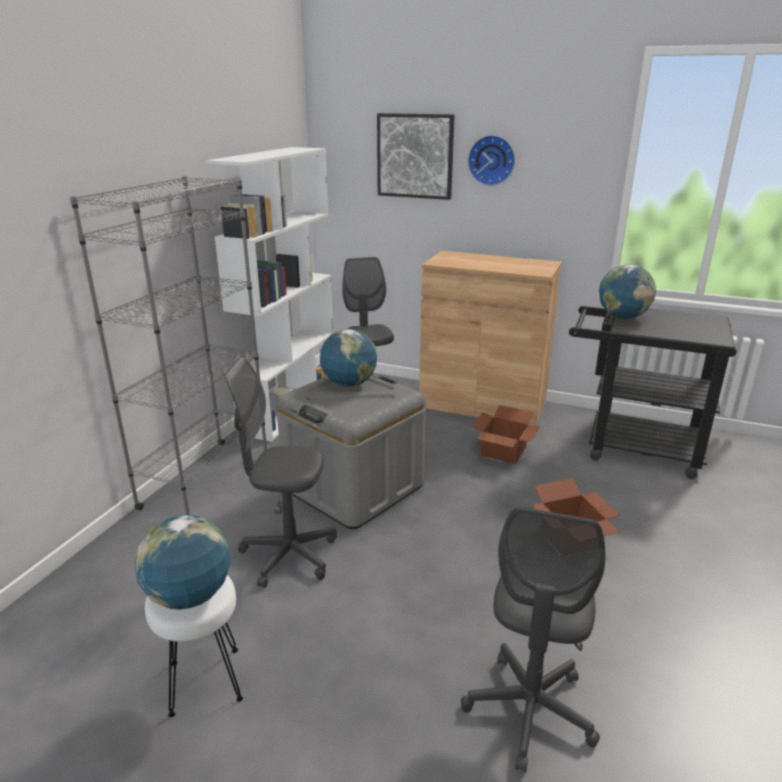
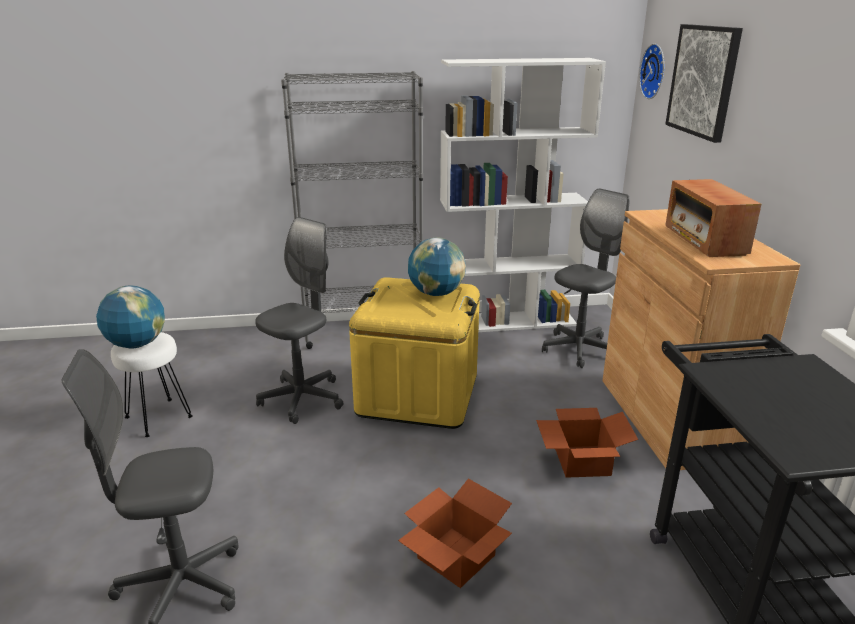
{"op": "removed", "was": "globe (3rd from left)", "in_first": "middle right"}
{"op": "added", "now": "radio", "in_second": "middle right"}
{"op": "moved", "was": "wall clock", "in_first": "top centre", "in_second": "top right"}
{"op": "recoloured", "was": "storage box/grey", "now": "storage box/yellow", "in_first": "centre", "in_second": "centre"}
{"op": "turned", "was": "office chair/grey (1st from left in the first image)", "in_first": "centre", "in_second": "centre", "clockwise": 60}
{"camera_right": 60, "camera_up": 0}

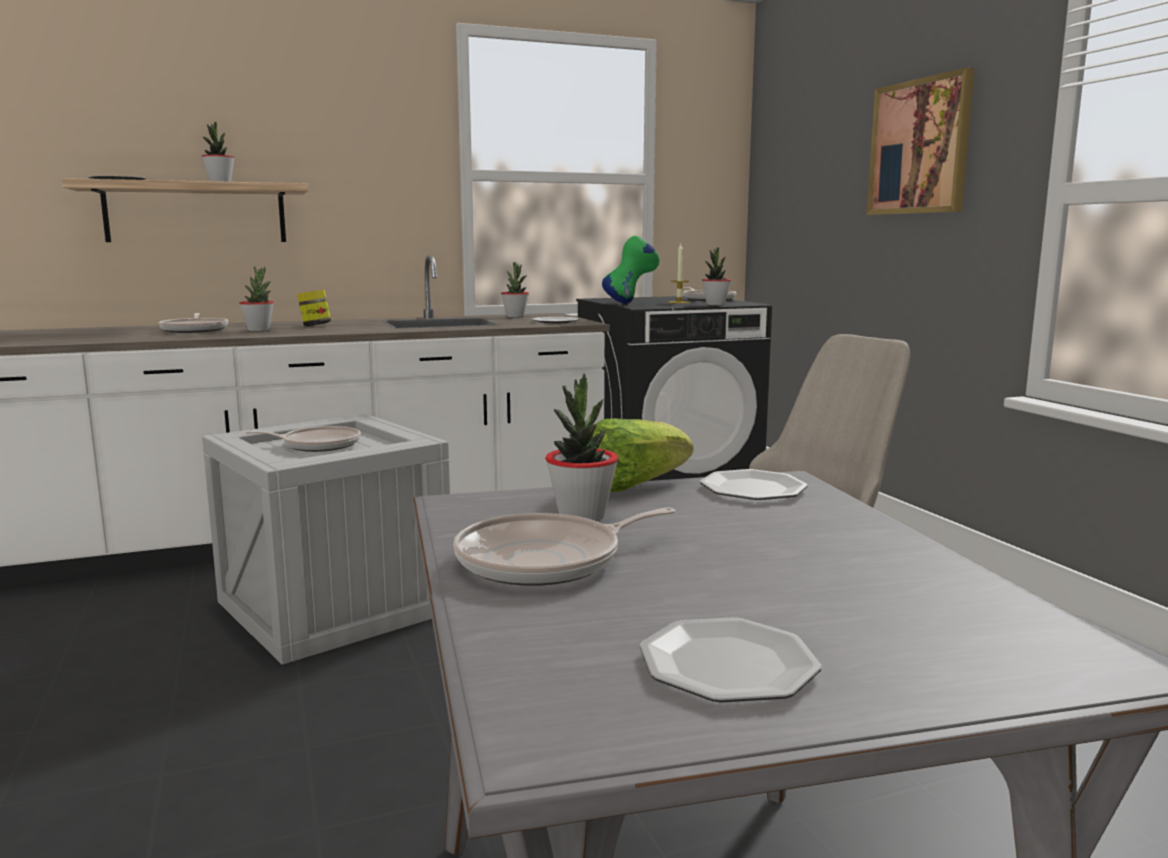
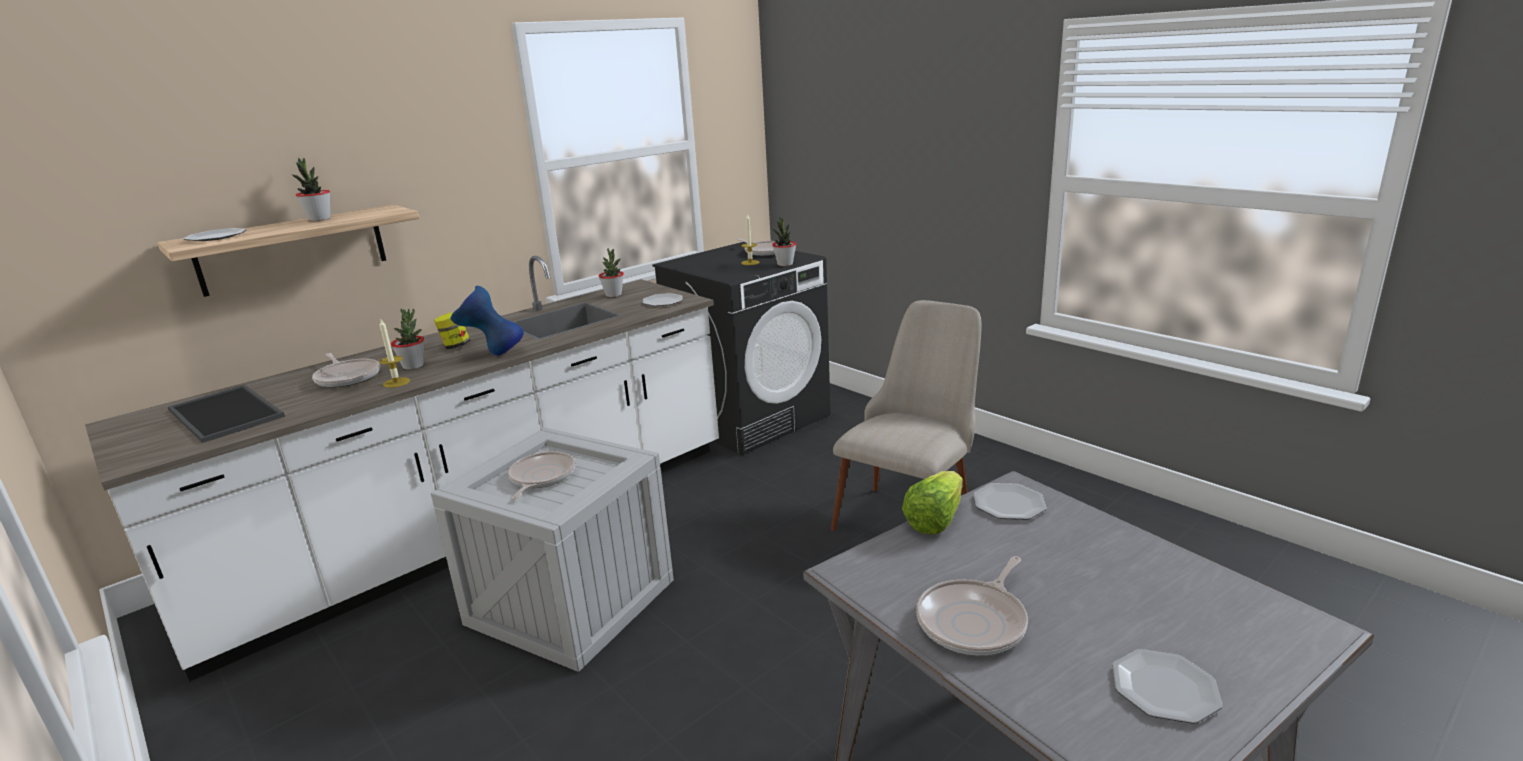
{"op": "removed", "was": "potted plant (4th from left)", "in_first": "centre"}
{"op": "removed", "was": "vase/green", "in_first": "top centre"}
{"op": "removed", "was": "picture", "in_first": "top right"}
{"op": "added", "now": "tray", "in_second": "middle left"}
{"op": "added", "now": "candle (1st from left)", "in_second": "middle left"}
{"op": "added", "now": "vase/blue", "in_second": "middle left"}
{"op": "turned", "was": "frying pan (2nd from left)", "in_first": "middle left", "in_second": "centre", "clockwise": -60}
{"camera_right": -20, "camera_up": 10}

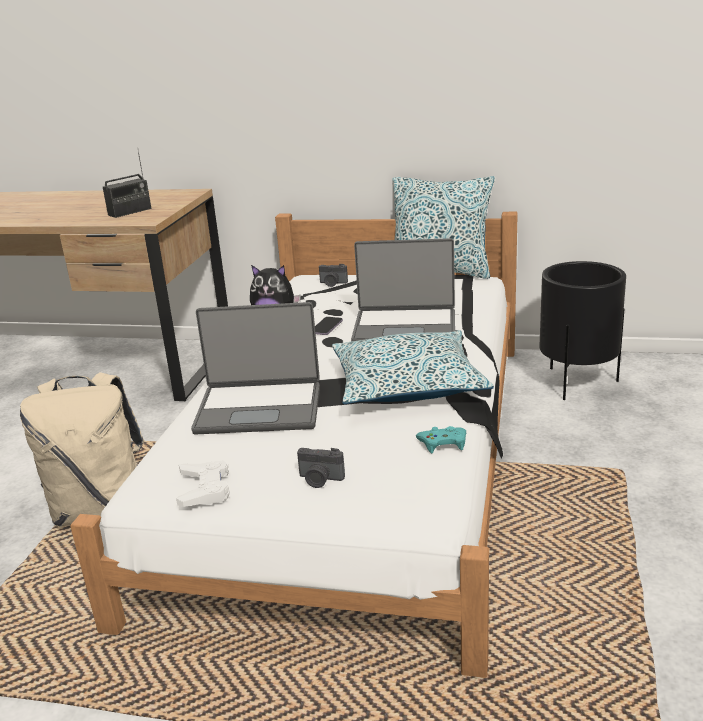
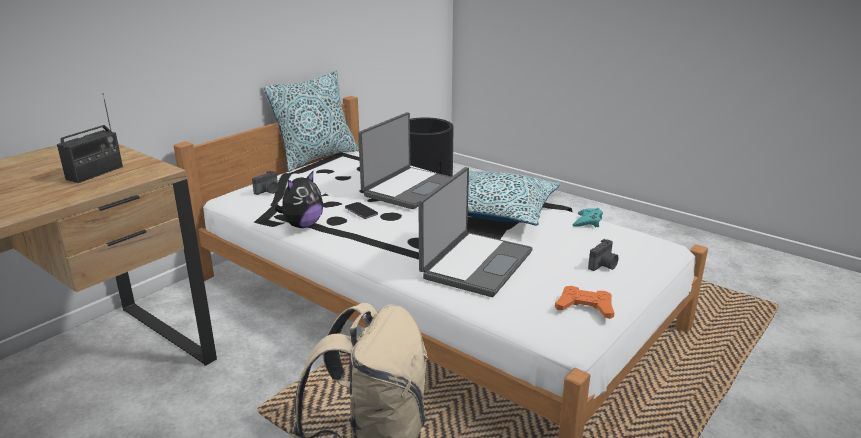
{"op": "recoloured", "was": "game controller/white", "now": "game controller/orange", "in_first": "bottom left", "in_second": "bottom right"}
{"op": "turned", "was": "radio", "in_first": "top left", "in_second": "top left", "clockwise": 45}
{"camera_right": -65, "camera_up": 0}

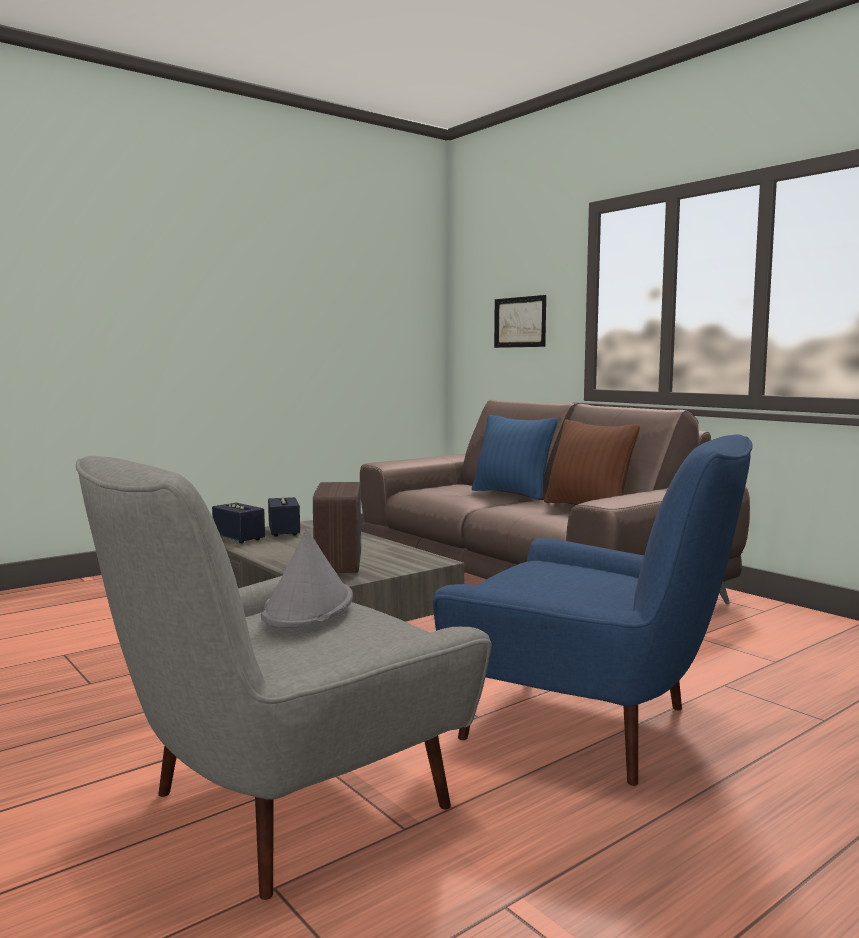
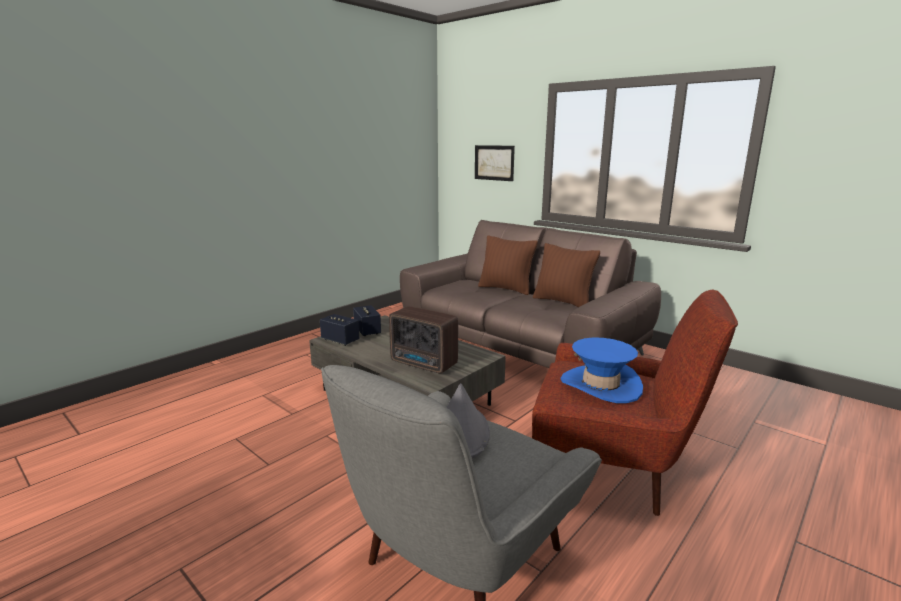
{"op": "added", "now": "hat/blue", "in_second": "middle right"}
{"op": "recoloured", "was": "armchair/blue", "now": "armchair/red", "in_first": "middle right", "in_second": "bottom right"}
{"op": "recoloured", "was": "pillow/blue", "now": "pillow/brown (1st from left)", "in_first": "centre", "in_second": "centre"}
{"op": "turned", "was": "radio", "in_first": "centre", "in_second": "centre", "clockwise": -45}
{"camera_right": -10, "camera_up": 10}

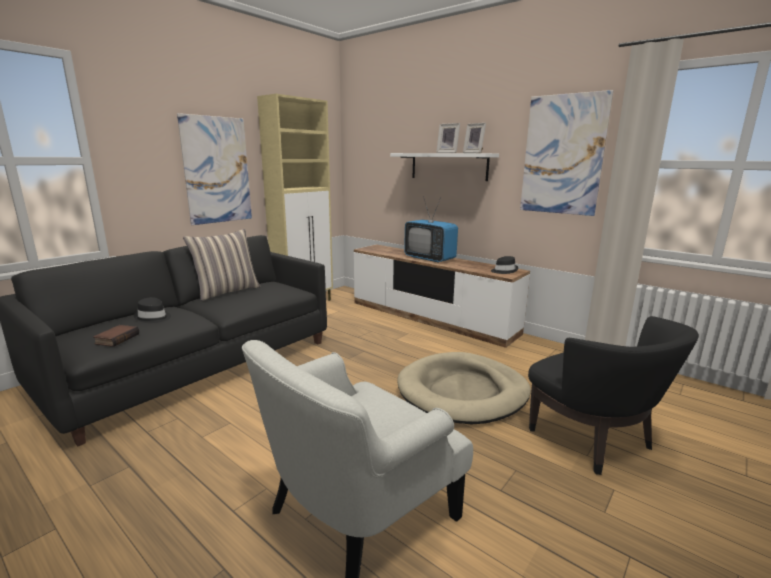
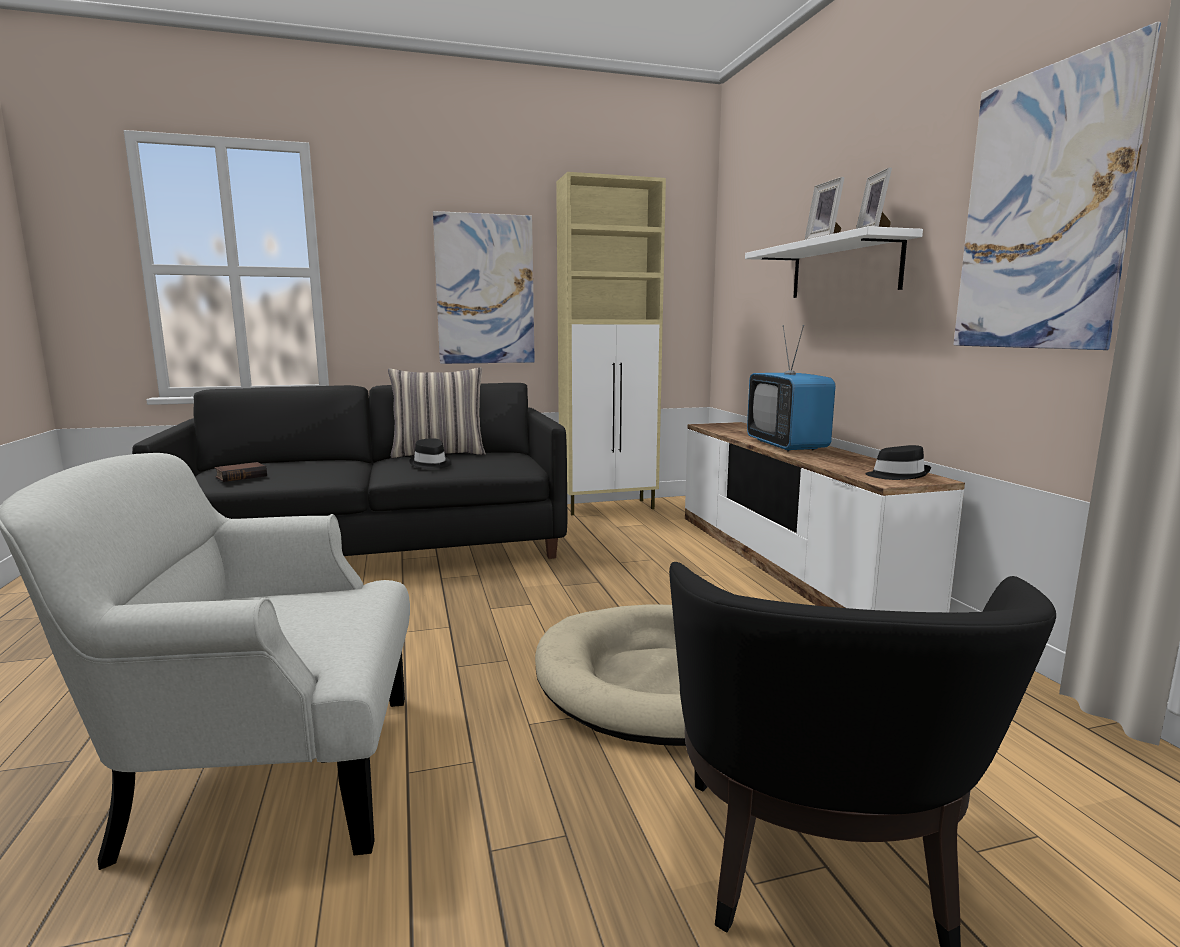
{"op": "moved", "was": "hat/black (1st from left)", "in_first": "middle left", "in_second": "centre"}
{"camera_right": 35, "camera_up": -5}

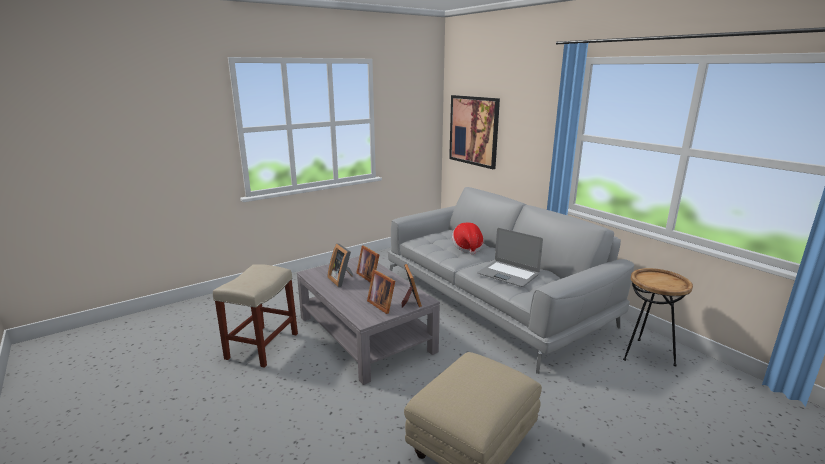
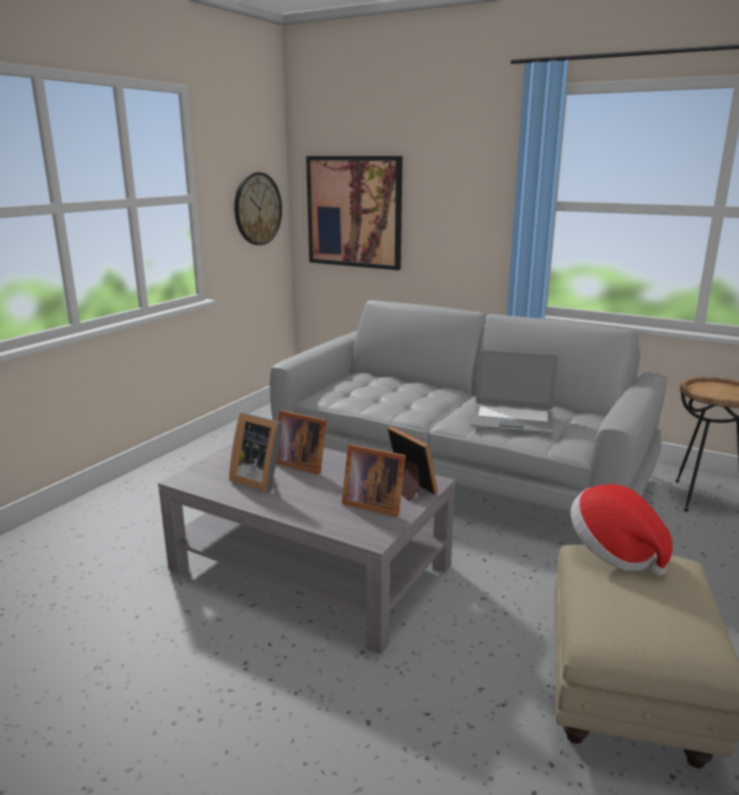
{"op": "removed", "was": "stool/beige", "in_first": "bottom left"}
{"op": "added", "now": "wall clock", "in_second": "top centre"}
{"op": "moved", "was": "hat", "in_first": "centre", "in_second": "bottom right"}
{"camera_right": -25, "camera_up": 0}

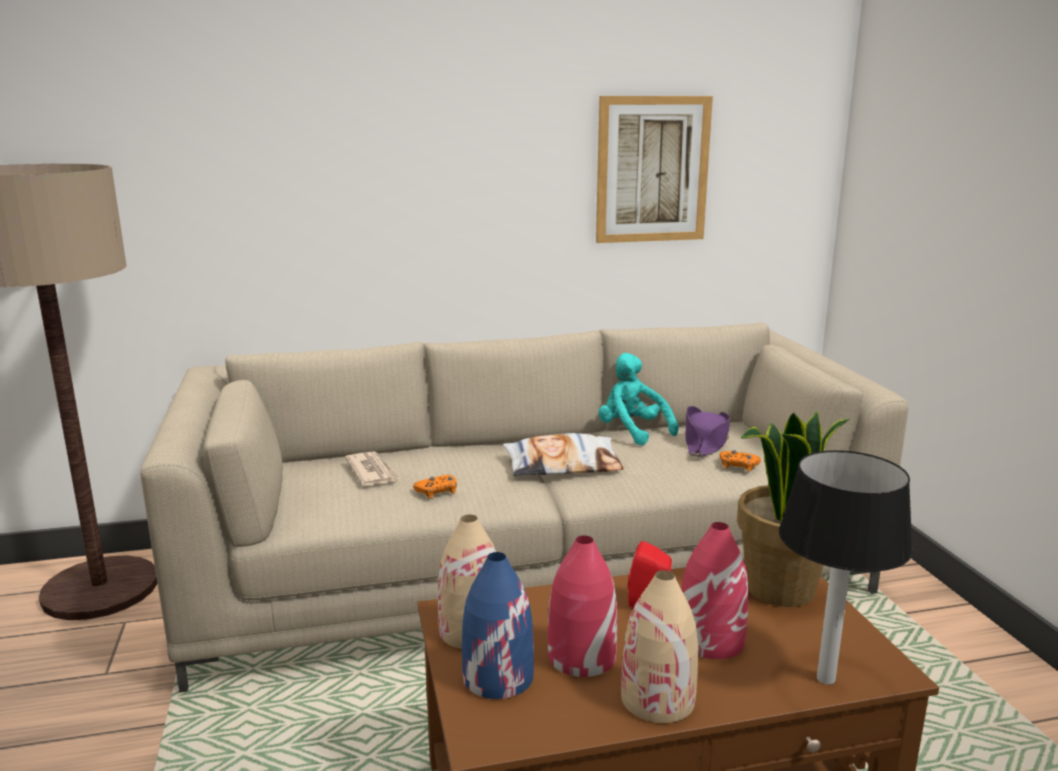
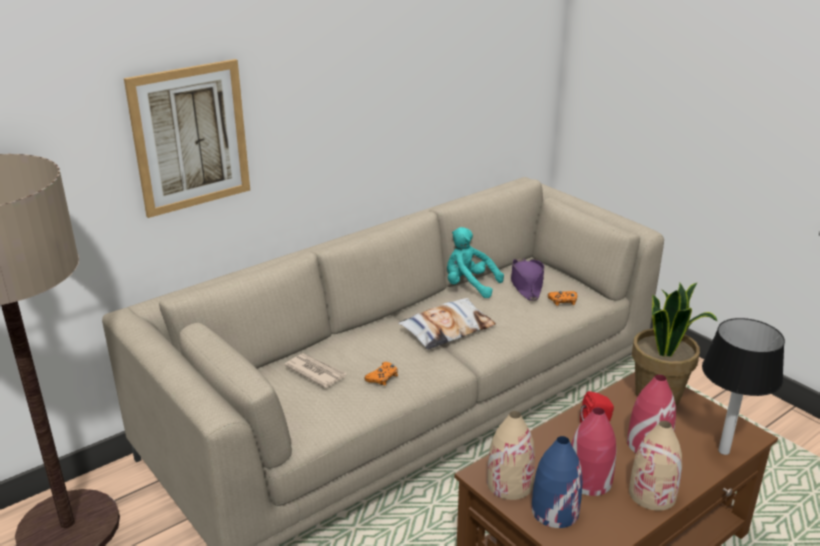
{"op": "moved", "was": "picture", "in_first": "top centre", "in_second": "top left"}
{"camera_right": -25, "camera_up": 10}

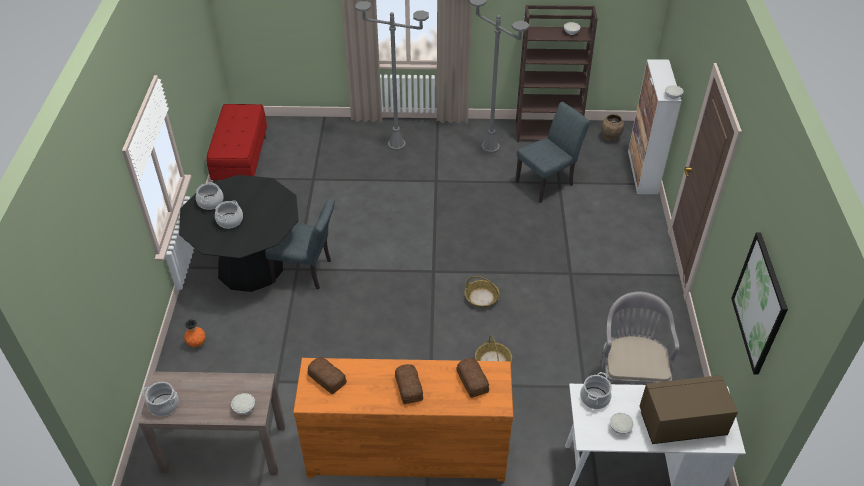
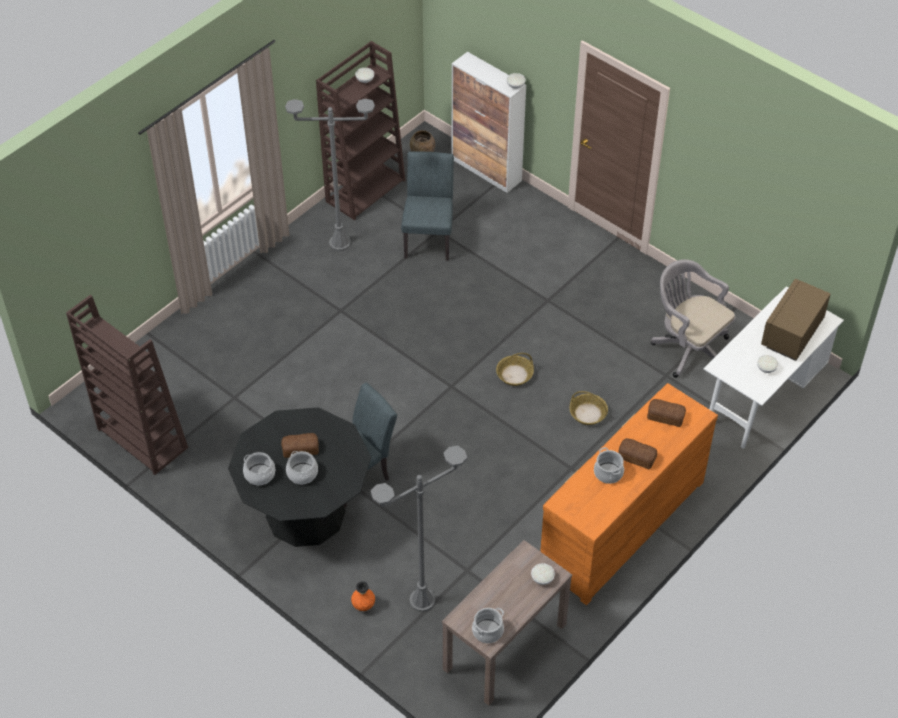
{"op": "removed", "was": "picture", "in_first": "middle right"}
{"op": "moved", "was": "bread (1st from left)", "in_first": "bottom centre", "in_second": "centre"}
{"op": "moved", "was": "floor lamp/grey (1st from left in the first image)", "now": "floor lamp/grey (2nd from left)", "in_first": "top centre", "in_second": "bottom centre"}
{"op": "moved", "was": "cooking pot (4th from left)", "in_first": "bottom right", "in_second": "middle right"}
{"op": "replaced", "was": "bench/red", "now": "bookcase/brown (1st from left)", "in_first": "top left", "in_second": "middle left"}
{"camera_right": -50, "camera_up": 5}

